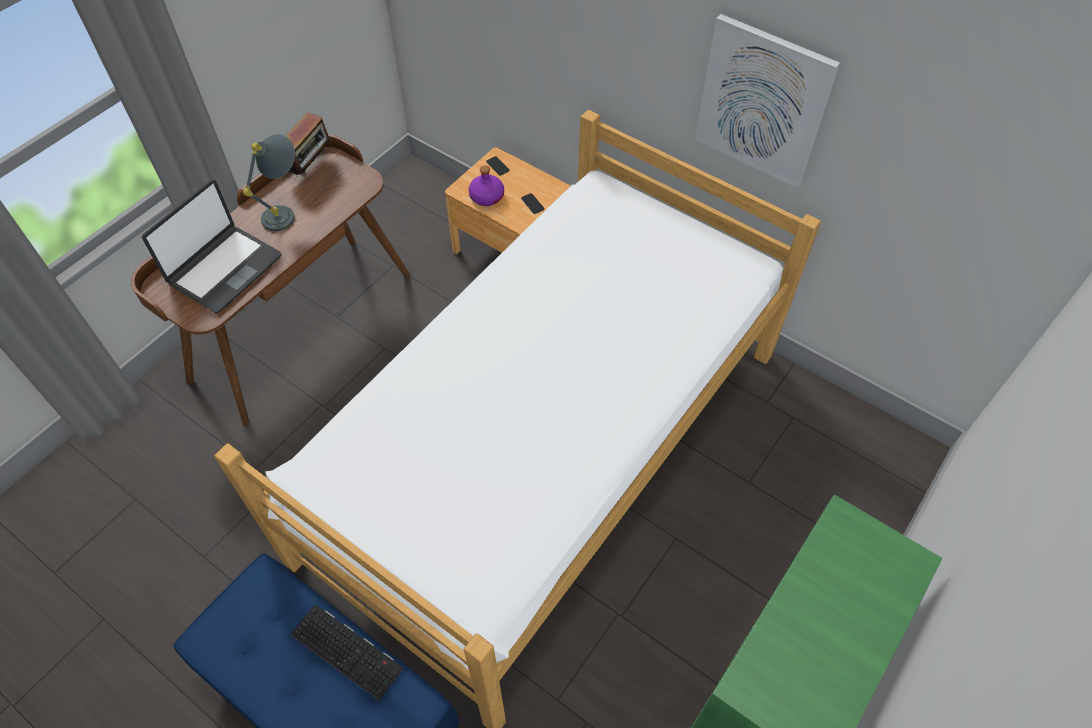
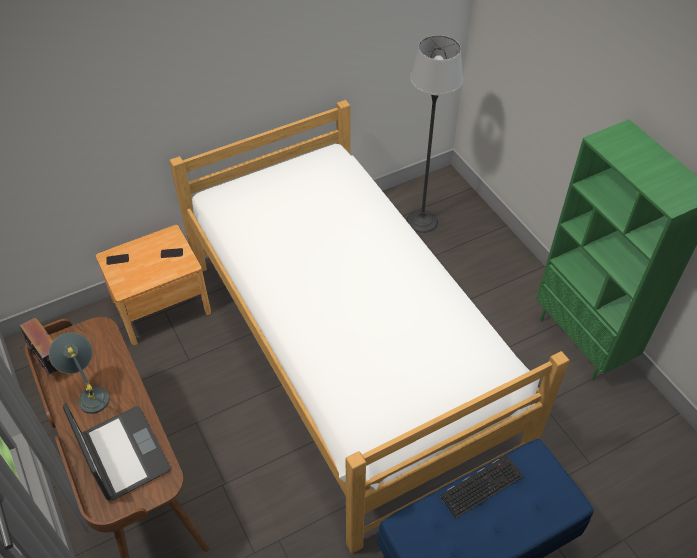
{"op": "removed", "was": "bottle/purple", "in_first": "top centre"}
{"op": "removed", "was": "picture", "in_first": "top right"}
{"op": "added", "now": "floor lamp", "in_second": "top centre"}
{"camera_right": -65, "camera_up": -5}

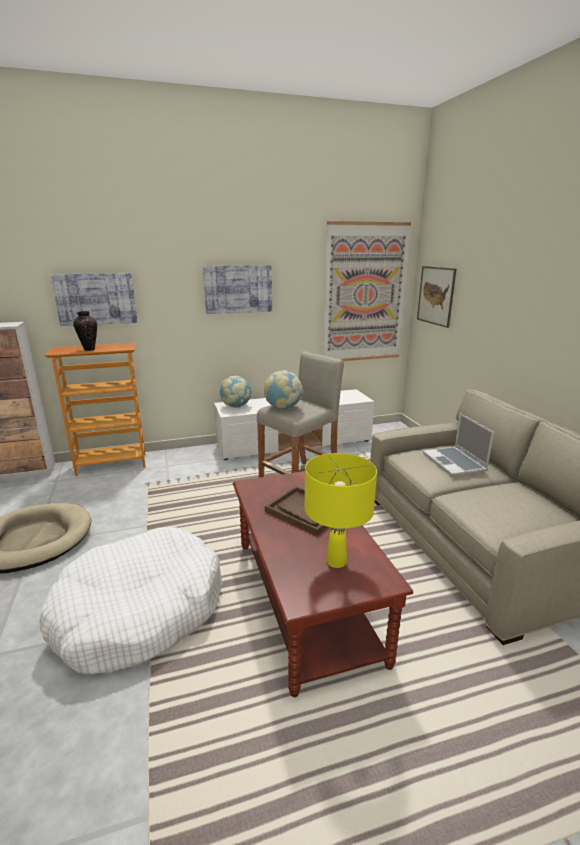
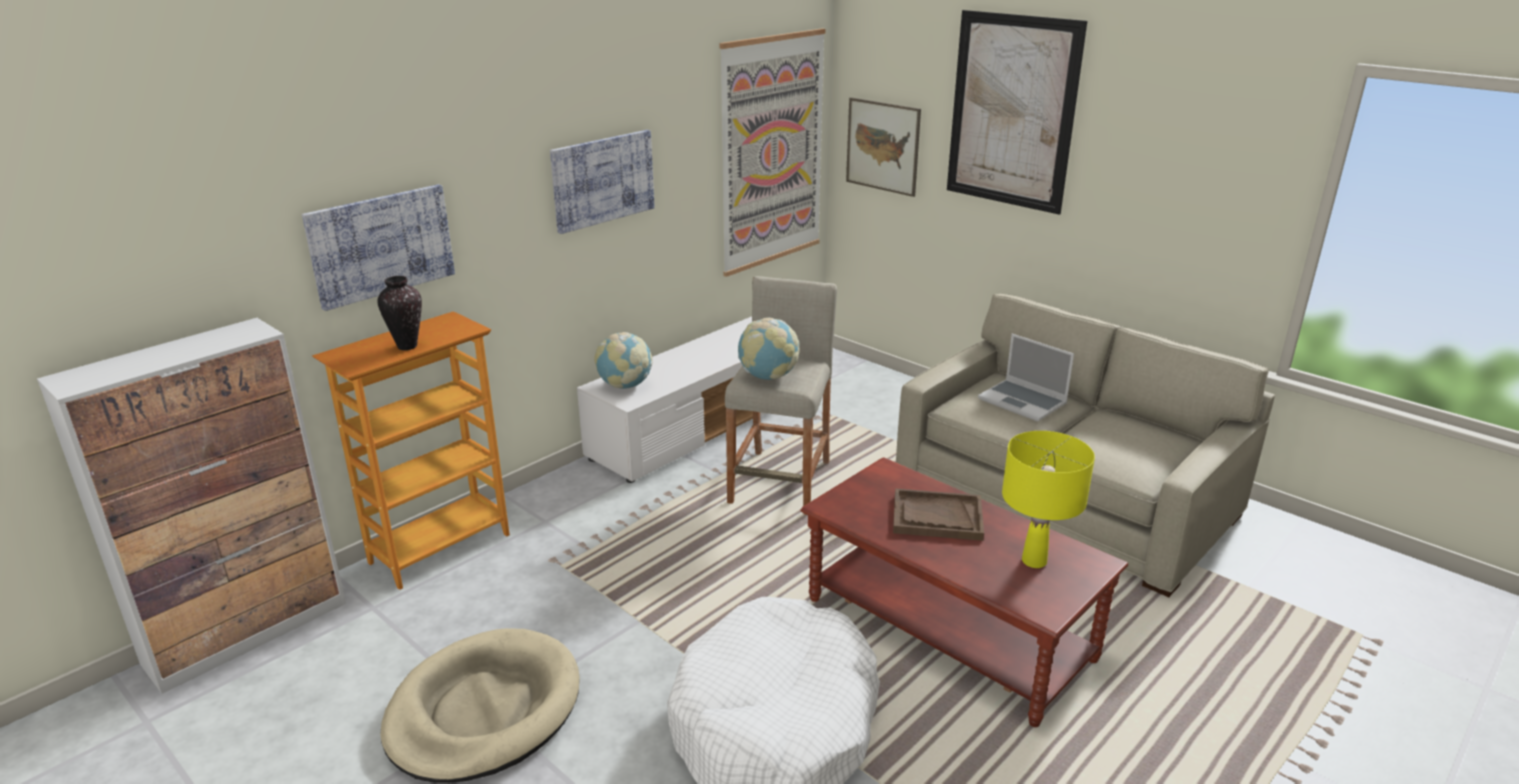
{"op": "added", "now": "picture (5th from left)", "in_second": "top right"}
{"camera_right": -30, "camera_up": 5}

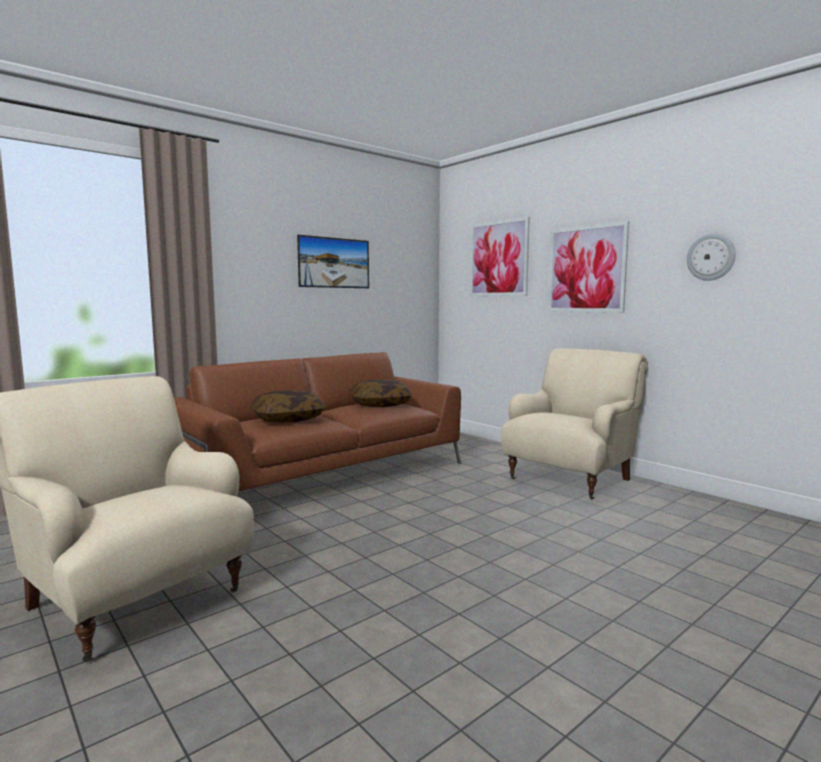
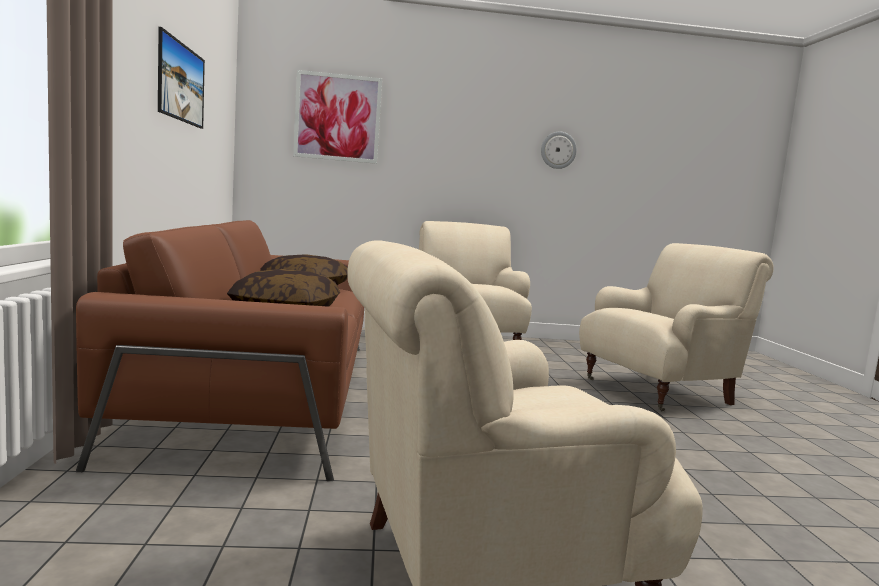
{"op": "removed", "was": "picture (3rd from left)", "in_first": "middle right"}
{"op": "added", "now": "armchair/beige (3rd from left)", "in_second": "middle right"}
{"camera_right": -55, "camera_up": 0}

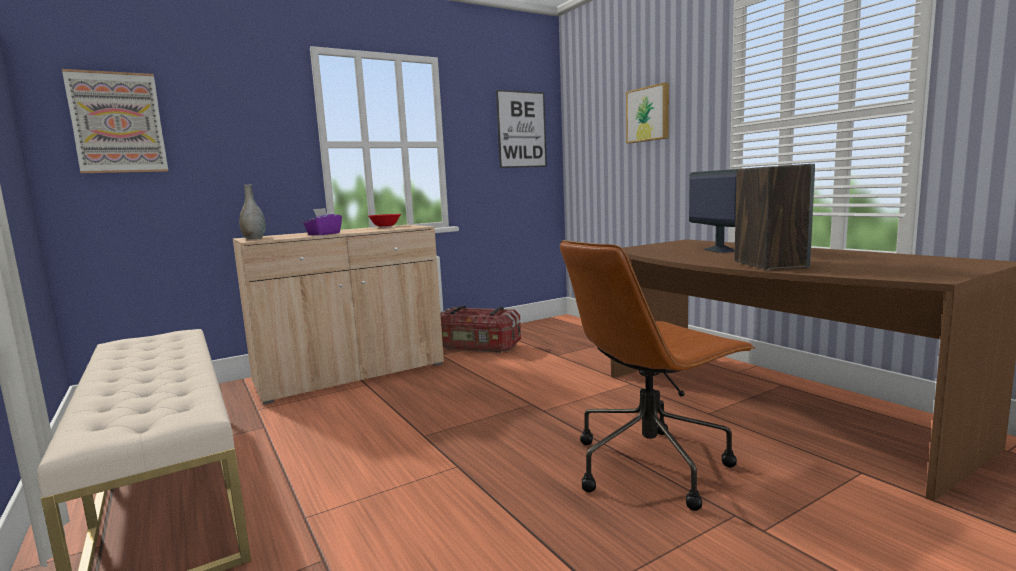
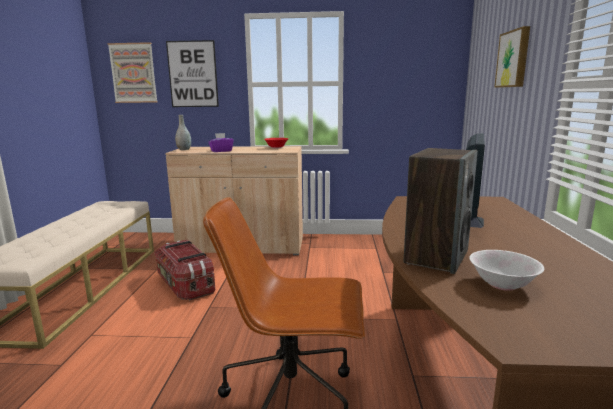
{"op": "added", "now": "bowl/white", "in_second": "middle right"}
{"op": "moved", "was": "storage box", "in_first": "centre", "in_second": "middle left"}
{"op": "moved", "was": "picture (2nd from left)", "in_first": "top centre", "in_second": "top left"}
{"camera_right": 35, "camera_up": 5}

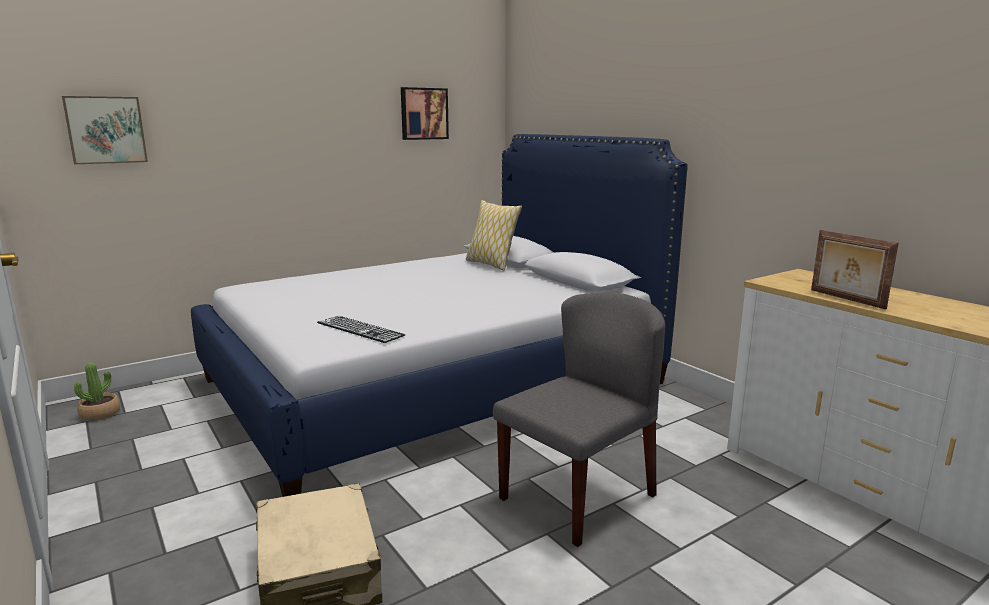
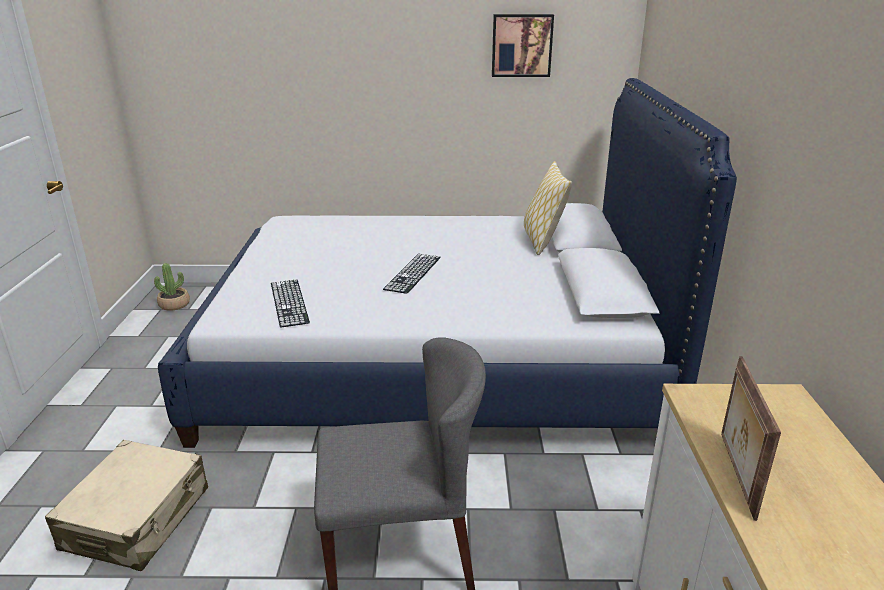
{"op": "removed", "was": "picture (1st from left)", "in_first": "top left"}
{"op": "added", "now": "keyboard (2nd from left)", "in_second": "centre"}
{"camera_right": 35, "camera_up": 10}

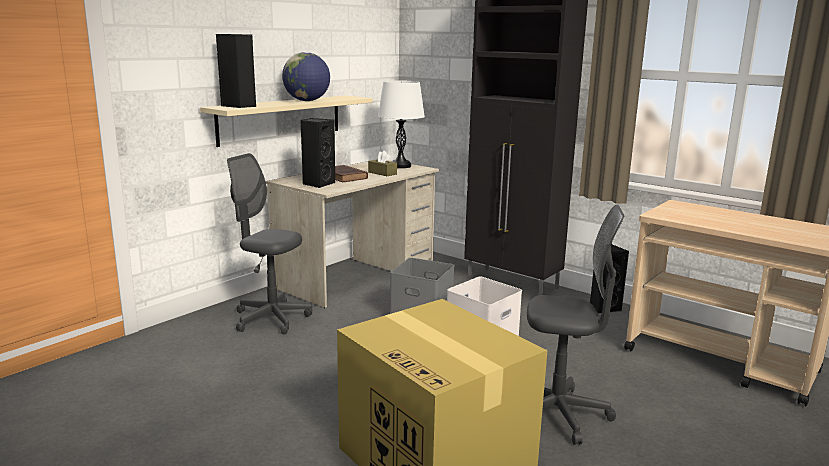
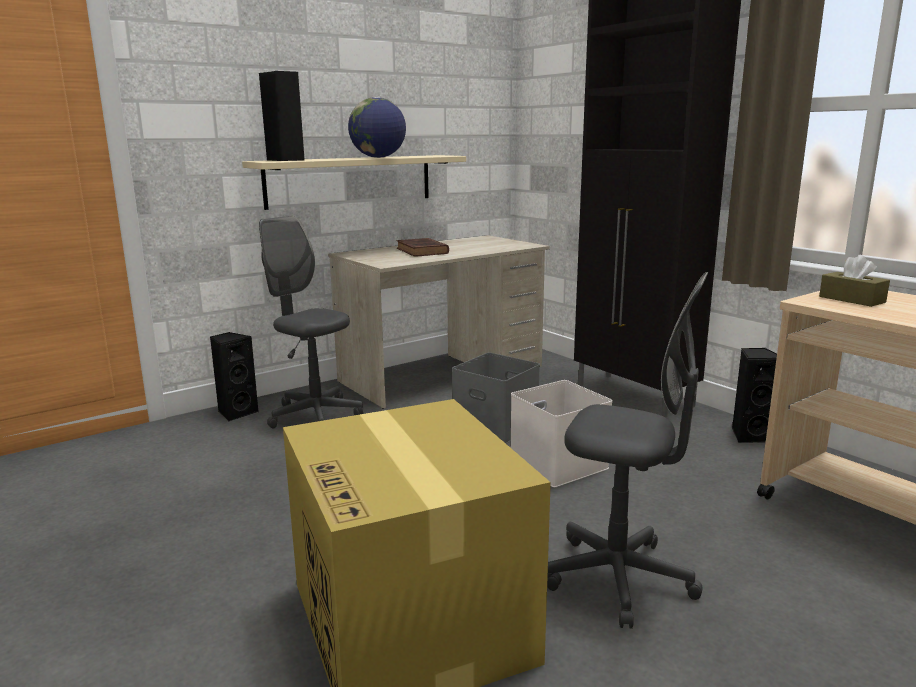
{"op": "removed", "was": "table lamp/white", "in_first": "top centre"}
{"op": "moved", "was": "speaker/black (2nd from left in the first image)", "now": "speaker/black (1st from left)", "in_first": "top centre", "in_second": "middle left"}
{"op": "moved", "was": "tissue box/brown", "in_first": "centre", "in_second": "middle right"}
{"camera_right": 15, "camera_up": 0}

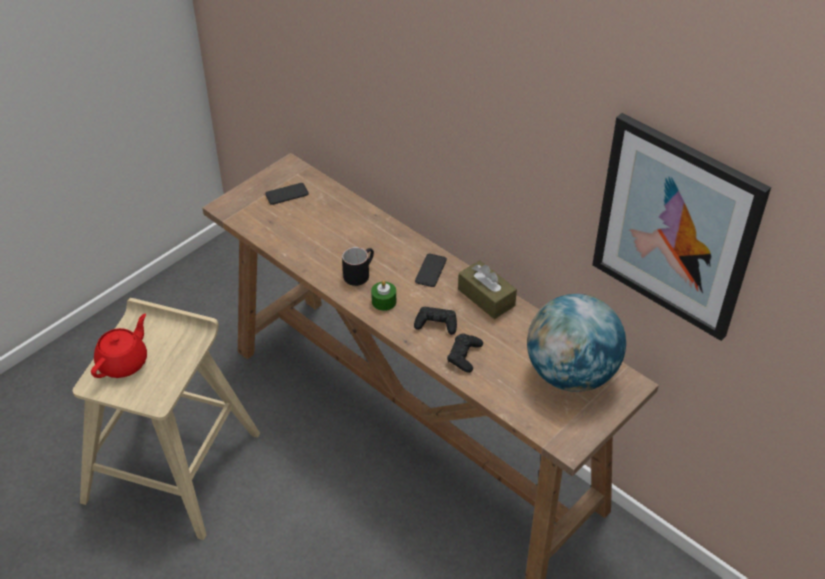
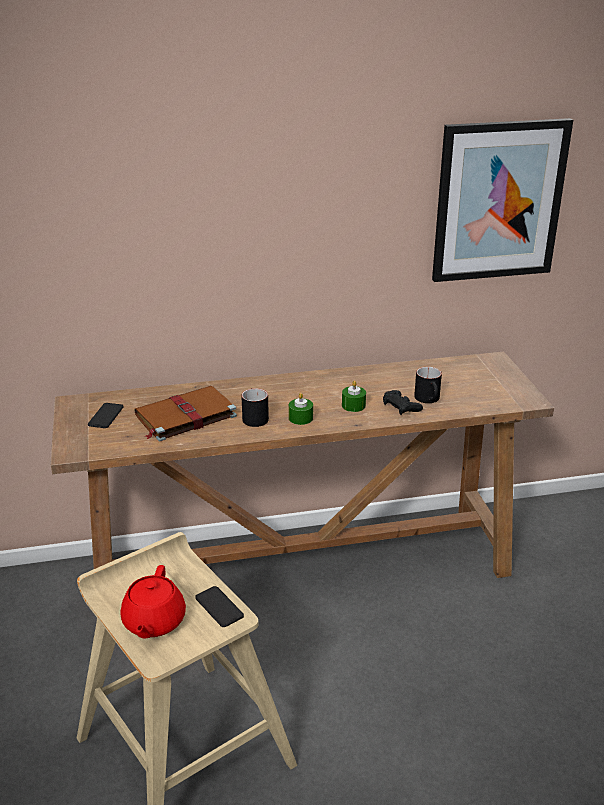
{"op": "removed", "was": "tissue box/brown", "in_first": "centre"}
{"op": "removed", "was": "globe", "in_first": "middle right"}
{"op": "added", "now": "book/brown", "in_second": "middle left"}
{"op": "added", "now": "mug/black (2nd from left)", "in_second": "middle right"}
{"op": "moved", "was": "phone (2nd from left)", "in_first": "centre", "in_second": "bottom centre"}
{"op": "replaced", "was": "game controller/black (1st from left)", "now": "candle/green (2nd from left)", "in_first": "centre", "in_second": "centre"}
{"op": "turned", "was": "teapot/red", "in_first": "middle left", "in_second": "bottom left", "clockwise": -150}
{"camera_right": -55, "camera_up": -15}

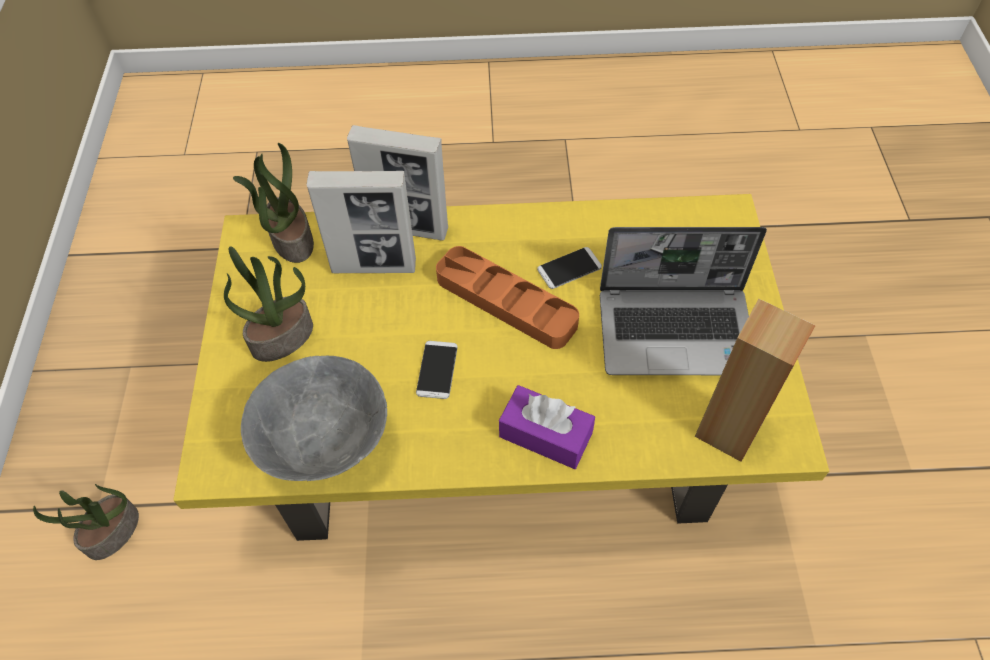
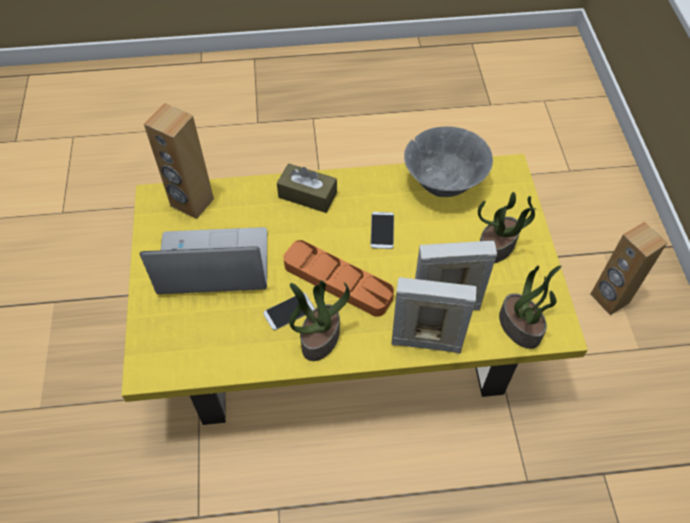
{"op": "added", "now": "speaker/brown (2nd from left)", "in_second": "middle right"}
{"op": "moved", "was": "potted plant (1st from left)", "in_first": "bottom left", "in_second": "centre"}
{"op": "recoloured", "was": "tissue box/purple", "now": "tissue box/brown", "in_first": "centre", "in_second": "centre"}
{"camera_right": 175, "camera_up": 0}

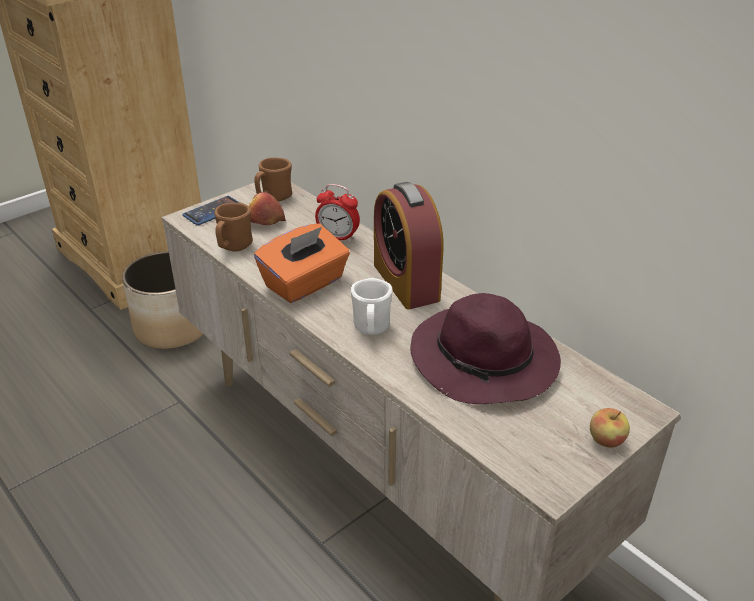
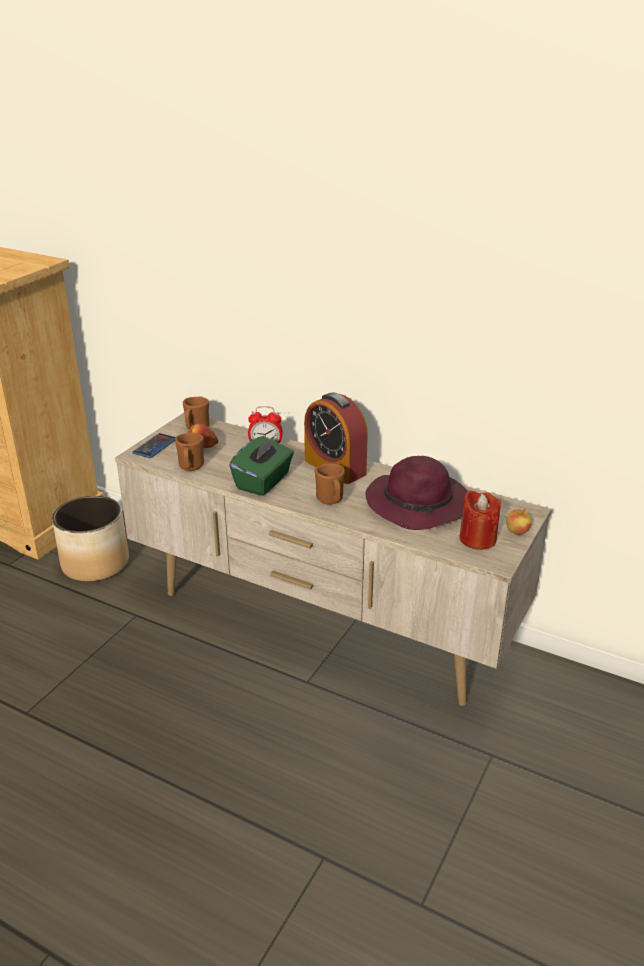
{"op": "added", "now": "candle/red", "in_second": "middle right"}
{"op": "recoloured", "was": "tissue box/orange", "now": "tissue box/green", "in_first": "centre", "in_second": "centre"}
{"op": "recoloured", "was": "mug/white", "now": "mug/brown (3rd from left)", "in_first": "centre", "in_second": "centre"}
{"camera_right": -20, "camera_up": -5}

